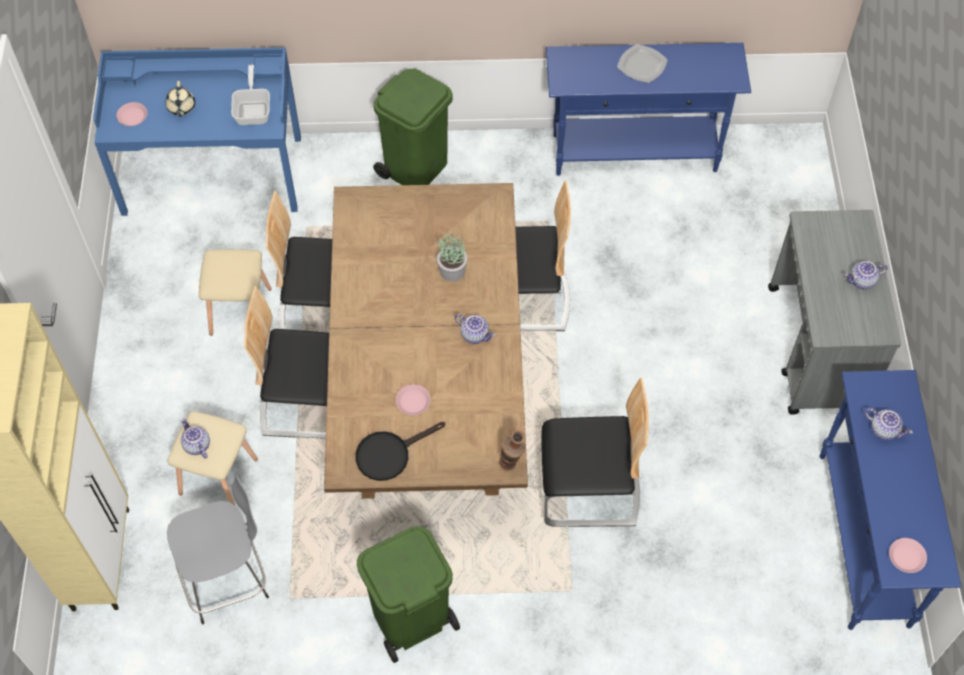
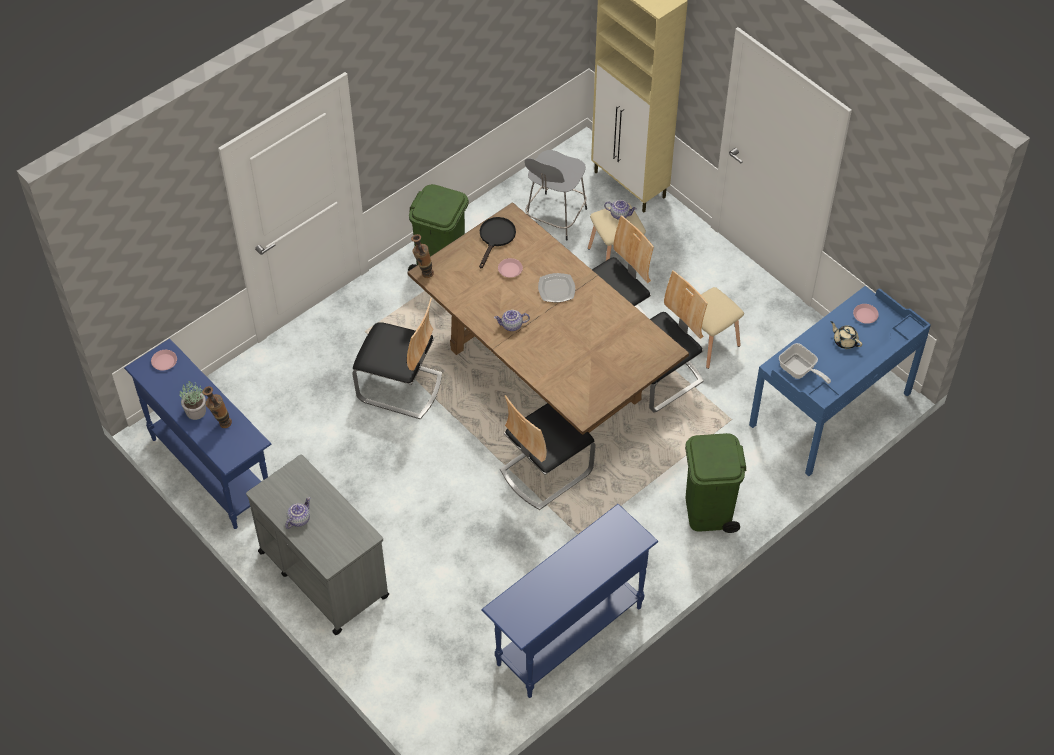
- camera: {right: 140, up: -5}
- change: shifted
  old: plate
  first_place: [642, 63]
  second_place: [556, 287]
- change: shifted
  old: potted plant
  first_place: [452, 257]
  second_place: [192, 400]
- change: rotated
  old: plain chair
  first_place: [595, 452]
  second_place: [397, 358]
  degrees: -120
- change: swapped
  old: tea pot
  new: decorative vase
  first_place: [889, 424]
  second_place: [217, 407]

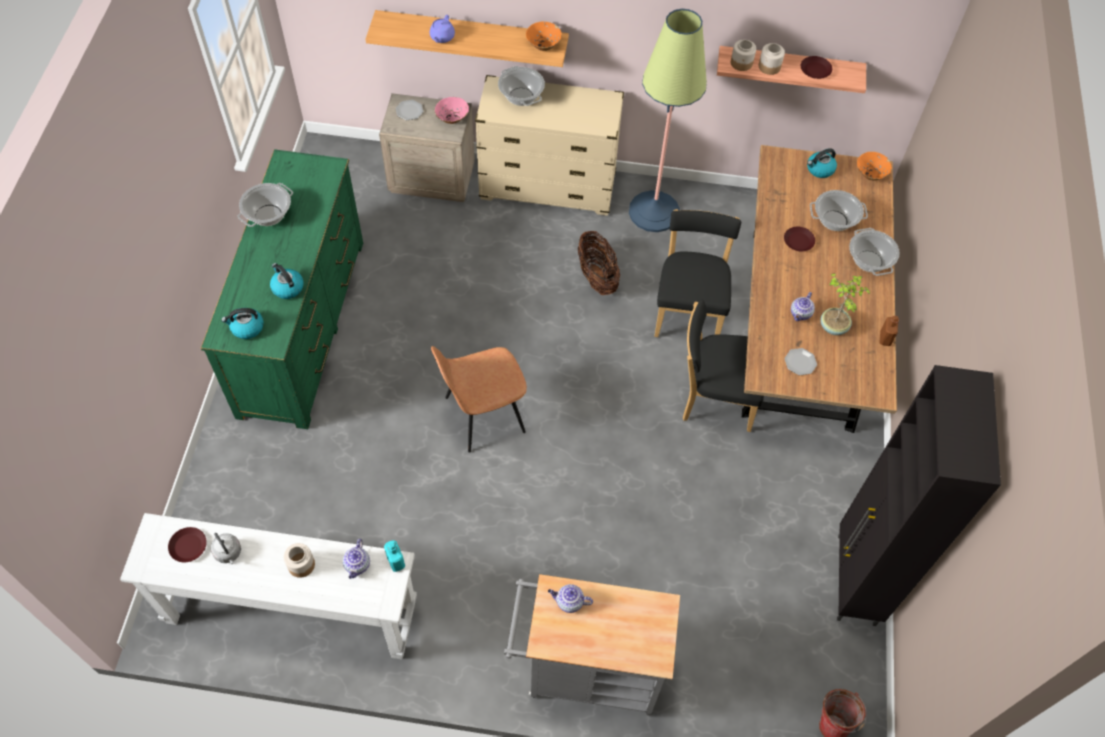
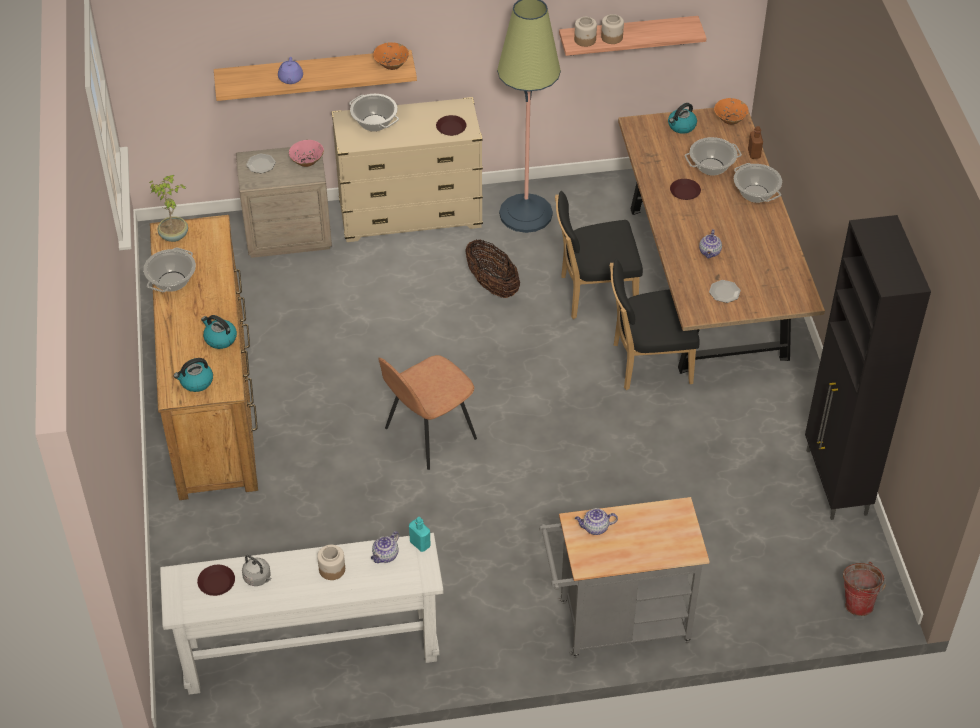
- camera: {right: -15, up: -10}
- change: shifted
  old: brownish plate
  first_place: [816, 67]
  second_place: [451, 125]
- change: repainted
  old: green-coloured chest of drawers
  new: brownish chest of drawers
  first_place: [282, 289]
  second_place: [204, 357]
- change: rotated
  old: blackish plain chair
  first_place: [697, 273]
  second_place: [599, 255]
  degrees: -90
- change: shifted
  old: potted plant
  first_place: [845, 304]
  second_place: [168, 208]
- change: shifted
  old: brownish bottle
  first_place: [889, 331]
  second_place: [755, 142]
- change: rotated
  old: tea pot
  first_place: [356, 559]
  second_place: [385, 547]
  degrees: 45

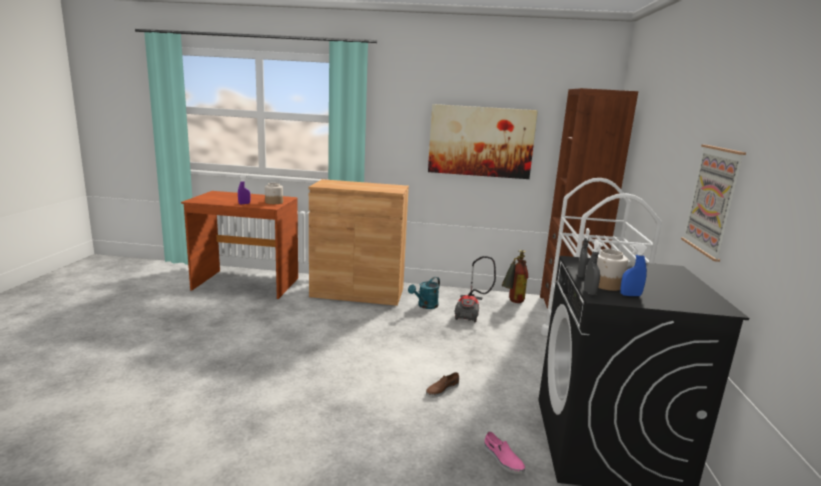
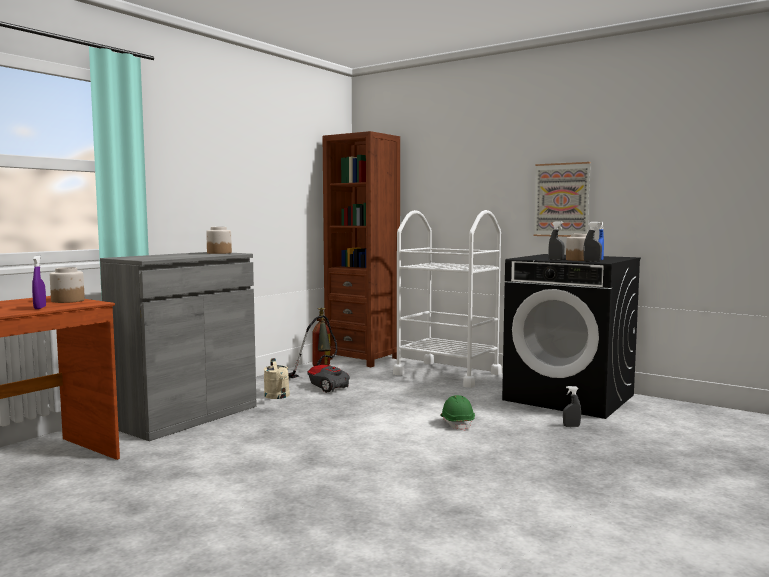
- camera: {right: -60, up: -10}
- change: gone
  old: wall art
  first_place: [483, 141]
- change: repainted
  old: brownish storage cabinet
  new: grey storage cabinet
  first_place: [359, 242]
  second_place: [178, 346]
- change: repainted
  old: turquoise-coloured sprinkling can
  new: sand-coloured sprinkling can
  first_place: [424, 293]
  second_place: [277, 378]
- change: swapped
  old: brownish item of footwear
  new: green-coloured work helmet
  first_place: [442, 385]
  second_place: [457, 413]
- change: swapped
  old: pinkish item of footwear
  new: grey spray bottle
  first_place: [504, 453]
  second_place: [572, 406]
- change: new
  new: storage jar
  second_place: [219, 240]

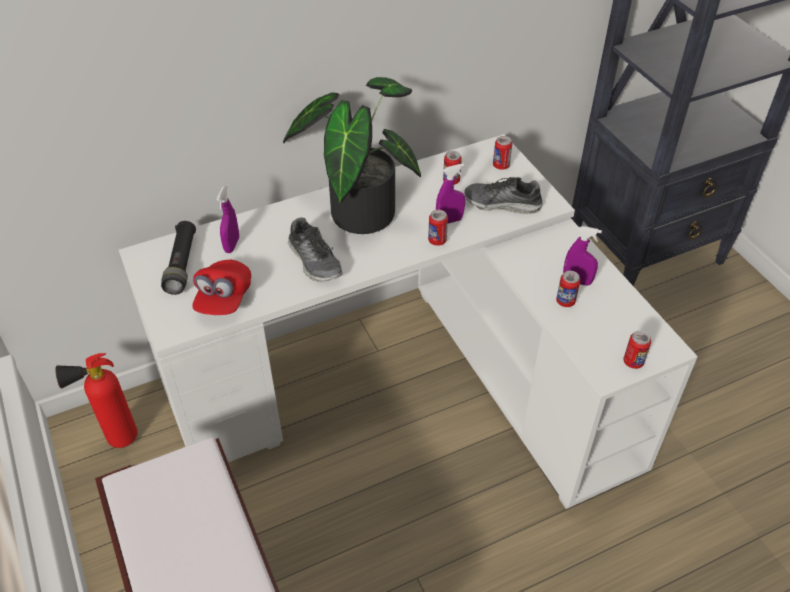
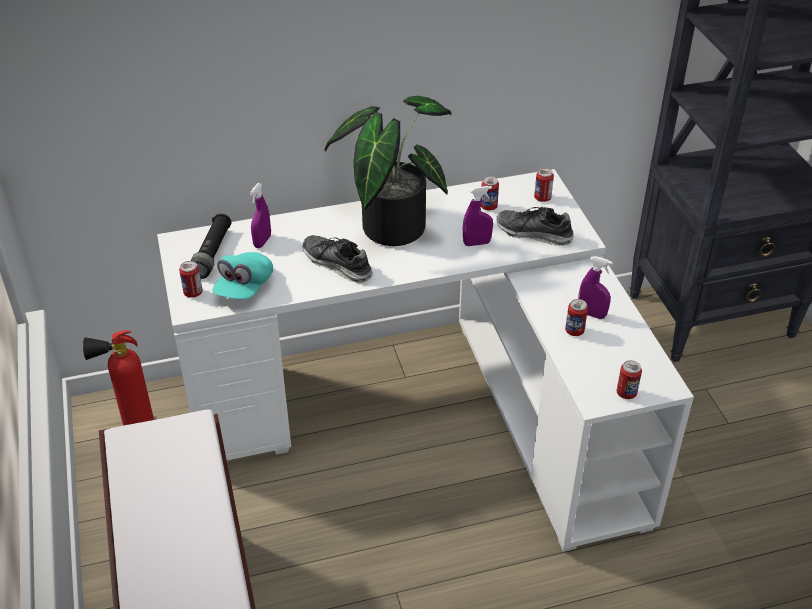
- camera: {right: 10, up: -5}
- change: shifted
  old: sealed can
  first_place: [438, 228]
  second_place: [191, 279]
- change: rotated
  old: item of footwear
  first_place: [315, 249]
  second_place: [337, 259]
  degrees: 150
- change: repainted
  old: red-coloured peaked cap
  new: turquoise-coloured peaked cap
  first_place: [221, 287]
  second_place: [242, 275]

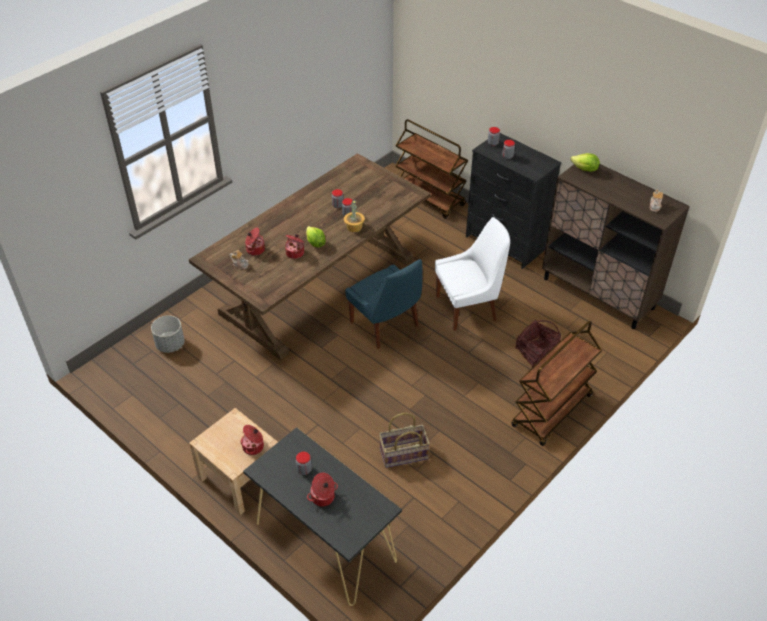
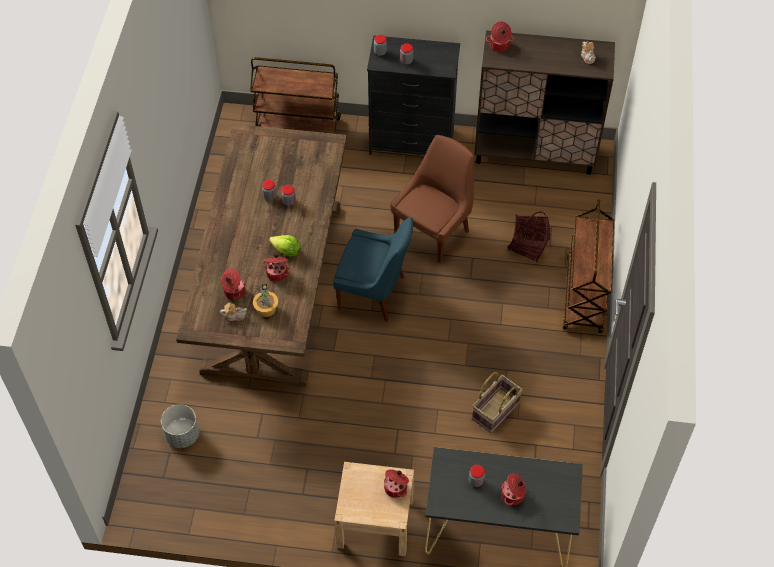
- camera: {right: -35, up: 10}
- change: swapped
  old: lettuce
  new: cooking pot
  first_place: [585, 162]
  second_place: [500, 36]
- change: shifted
  old: potted plant
  first_place: [354, 215]
  second_place: [265, 300]
- change: repainted
  old: white plain chair
  new: brownish plain chair
  first_place: [472, 274]
  second_place: [432, 199]

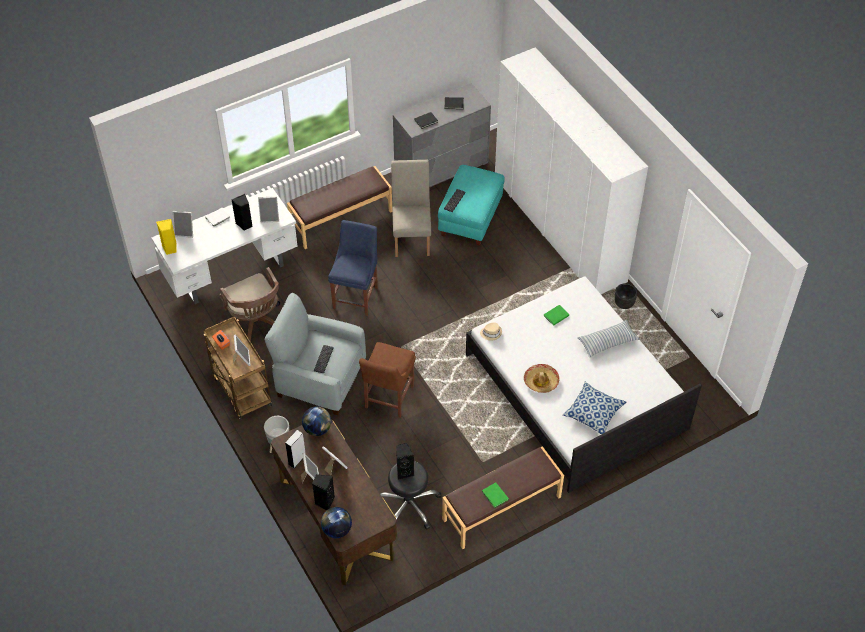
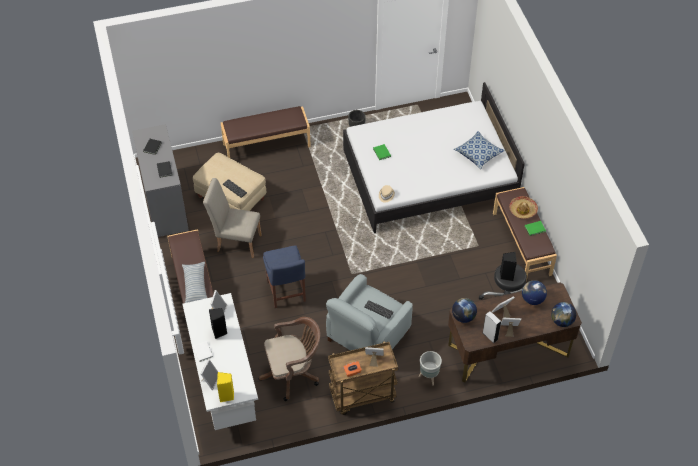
- camera: {right: -75, up: 0}
- change: swapped
  old: white wardrobe
  new: brownish bench
  first_place: [571, 170]
  second_place: [266, 132]
- change: repainted
  old: turquoise-coloured footrest
  new: sand-coloured footrest
  first_place: [471, 205]
  second_place: [229, 182]
- change: rotated
  old: blue plain chair
  first_place: [353, 268]
  second_place: [284, 276]
  degrees: -135
- change: shifted
  old: throw pillow
  first_place: [608, 339]
  second_place: [194, 282]
- change: gone
  old: brownish plain chair
  first_place: [387, 380]
- change: shifted
  old: wearable hat
  first_place: [542, 378]
  second_place: [523, 207]
- change: gone
  old: blackish loudspeaker
  first_place: [323, 492]
- change: new
  new: globe
  second_place: [534, 292]

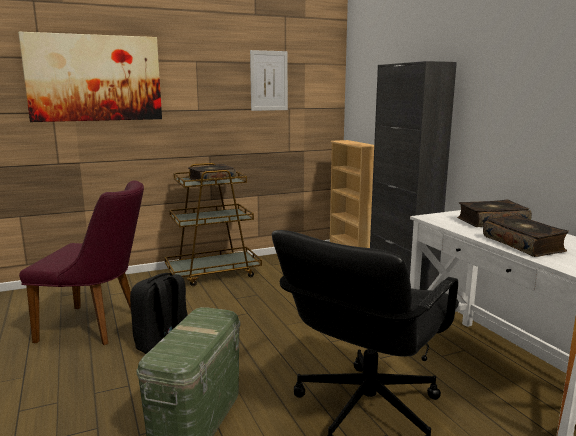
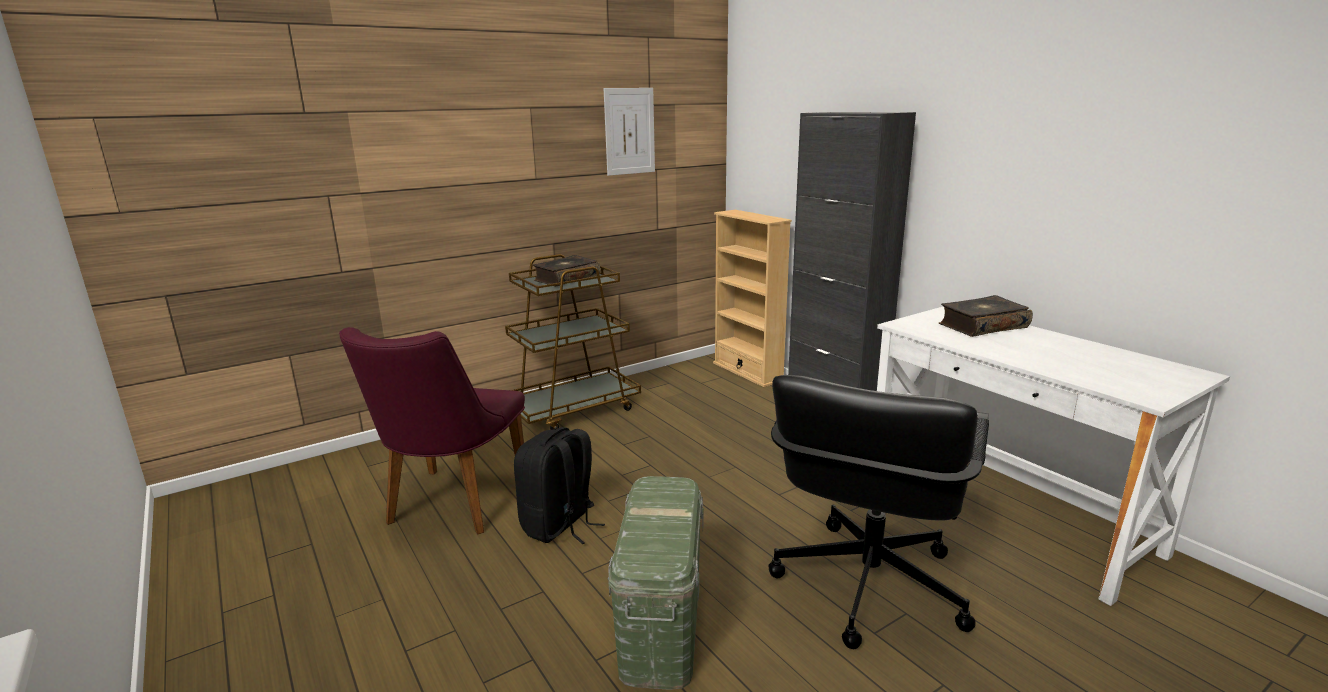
- camera: {right: -10, up: 5}
- change: gone
  old: wall art
  first_place: [90, 77]
- change: rotated
  old: purplish plain chair
  first_place: [81, 262]
  second_place: [432, 430]
  degrees: 105
- change: gone
  old: book
  first_place: [526, 236]

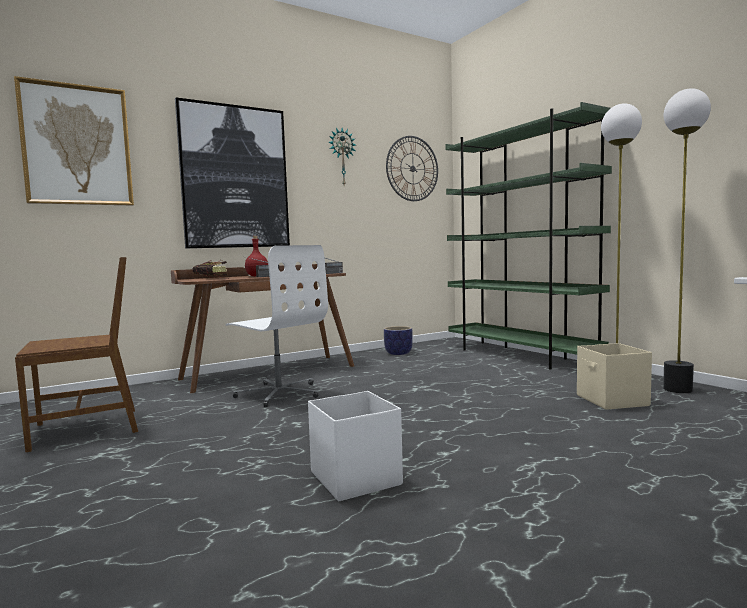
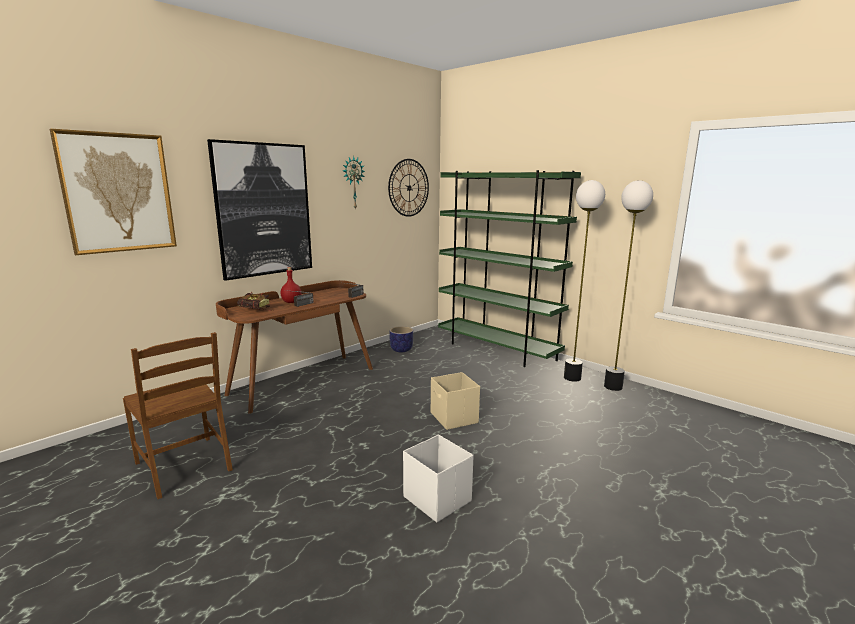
- camera: {right: -15, up: 10}
- change: gone
  old: white desk chair
  first_place: [277, 326]
- change: rotated
  old: brownish plain chair
  first_place: [76, 354]
  second_place: [178, 415]
  degrees: 90
- change: shifted
  old: sand-coloured storage bin
  first_place: [614, 376]
  second_place: [455, 401]

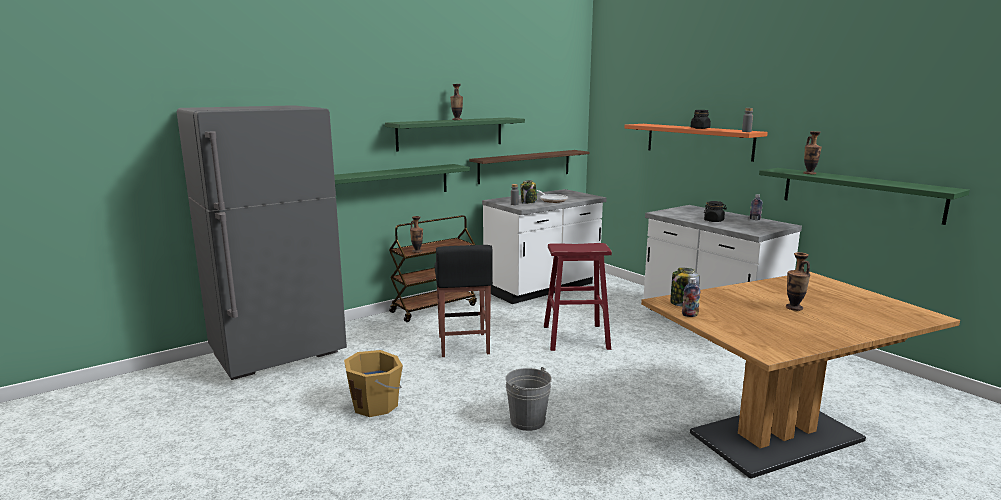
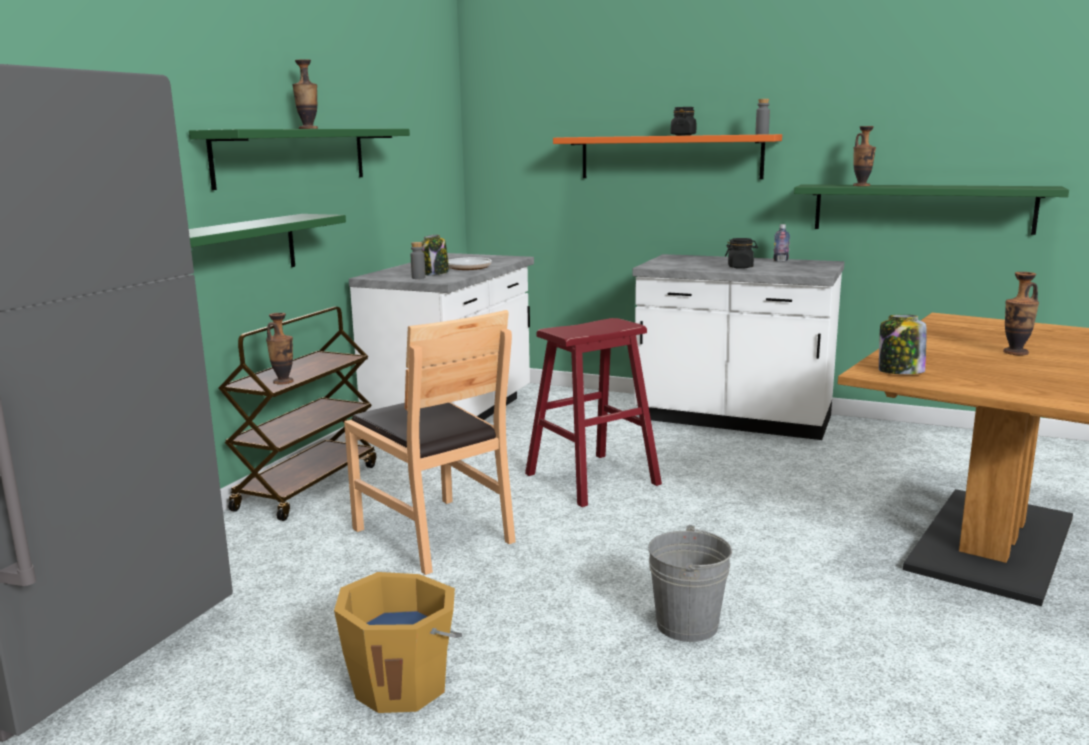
- camera: {right: -30, up: 0}
- change: gone
  old: shelf
  first_place: [529, 167]
- change: swapped
  old: blackish sitting stool
  new: brownish plain chair
  first_place: [464, 301]
  second_place: [430, 442]
- change: gone
  old: bottle
  first_place: [691, 297]

